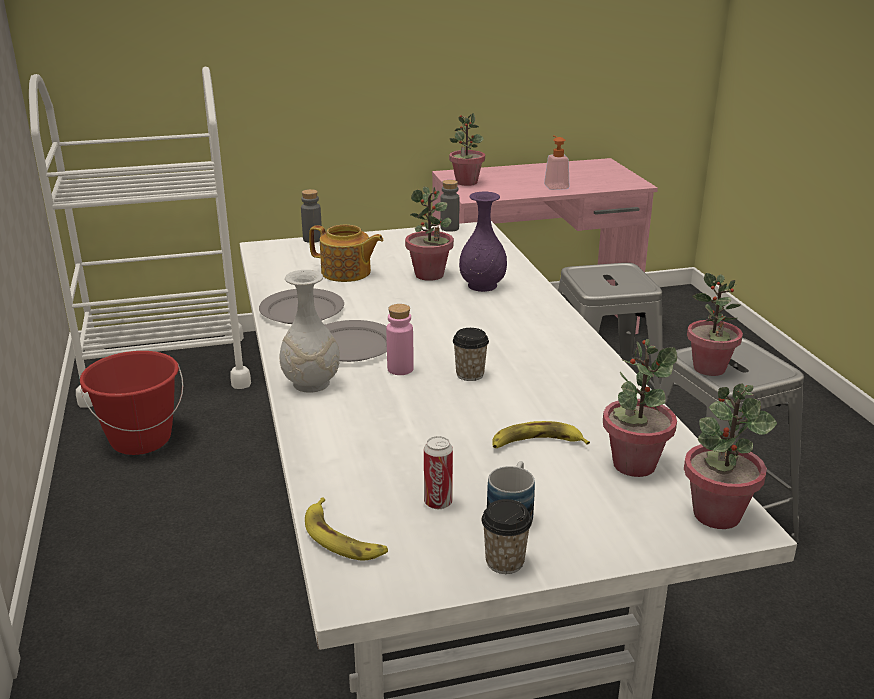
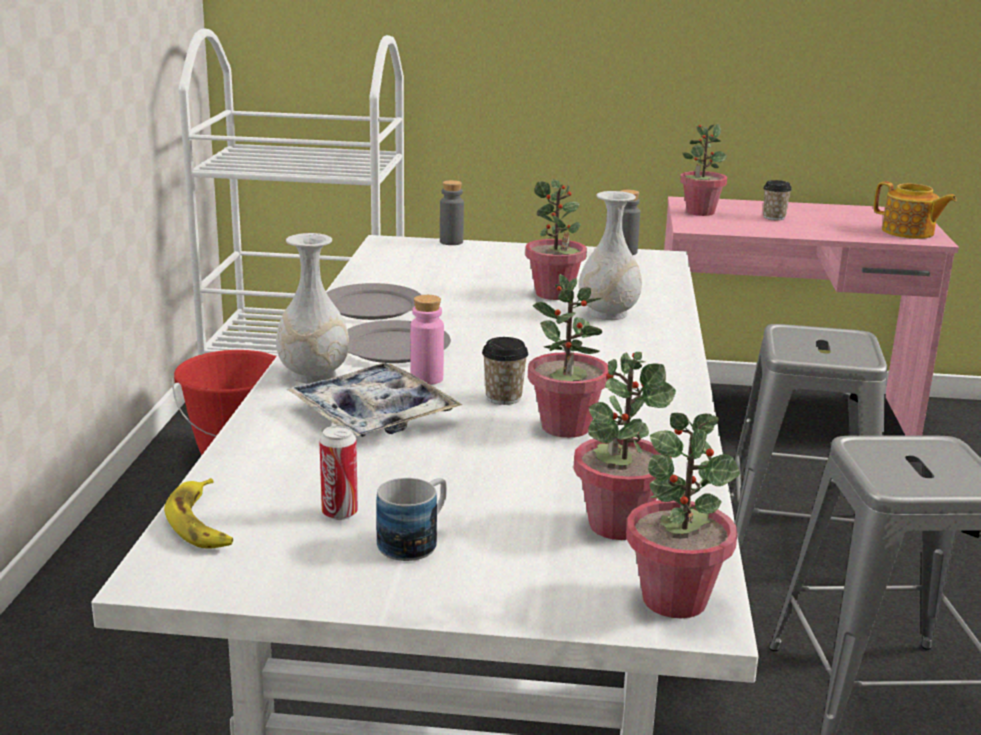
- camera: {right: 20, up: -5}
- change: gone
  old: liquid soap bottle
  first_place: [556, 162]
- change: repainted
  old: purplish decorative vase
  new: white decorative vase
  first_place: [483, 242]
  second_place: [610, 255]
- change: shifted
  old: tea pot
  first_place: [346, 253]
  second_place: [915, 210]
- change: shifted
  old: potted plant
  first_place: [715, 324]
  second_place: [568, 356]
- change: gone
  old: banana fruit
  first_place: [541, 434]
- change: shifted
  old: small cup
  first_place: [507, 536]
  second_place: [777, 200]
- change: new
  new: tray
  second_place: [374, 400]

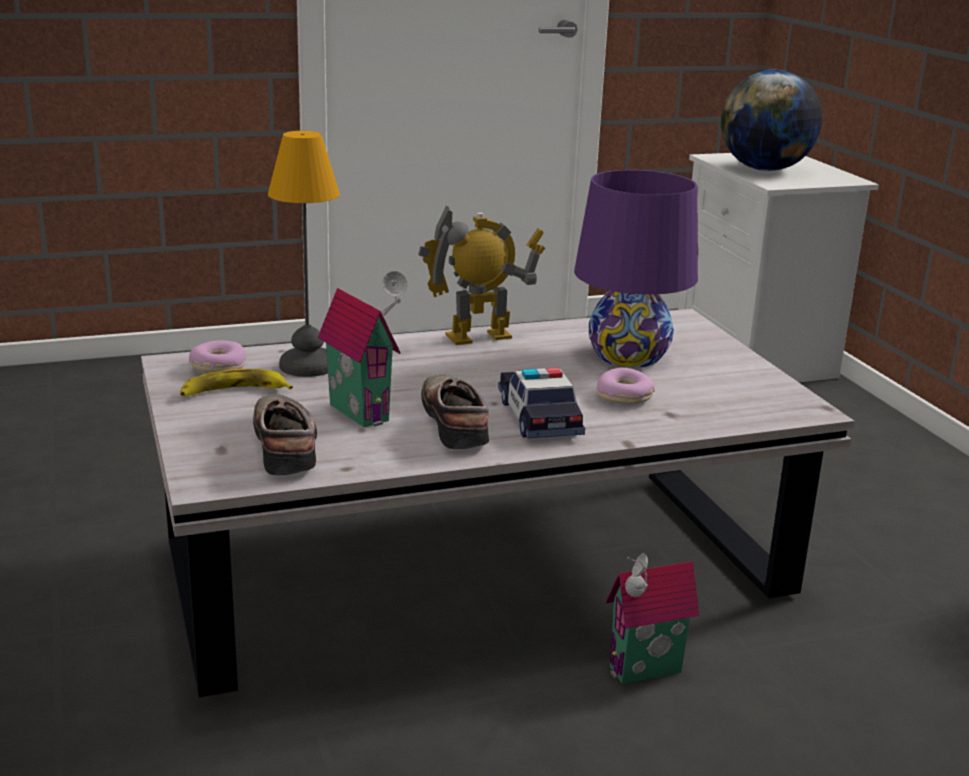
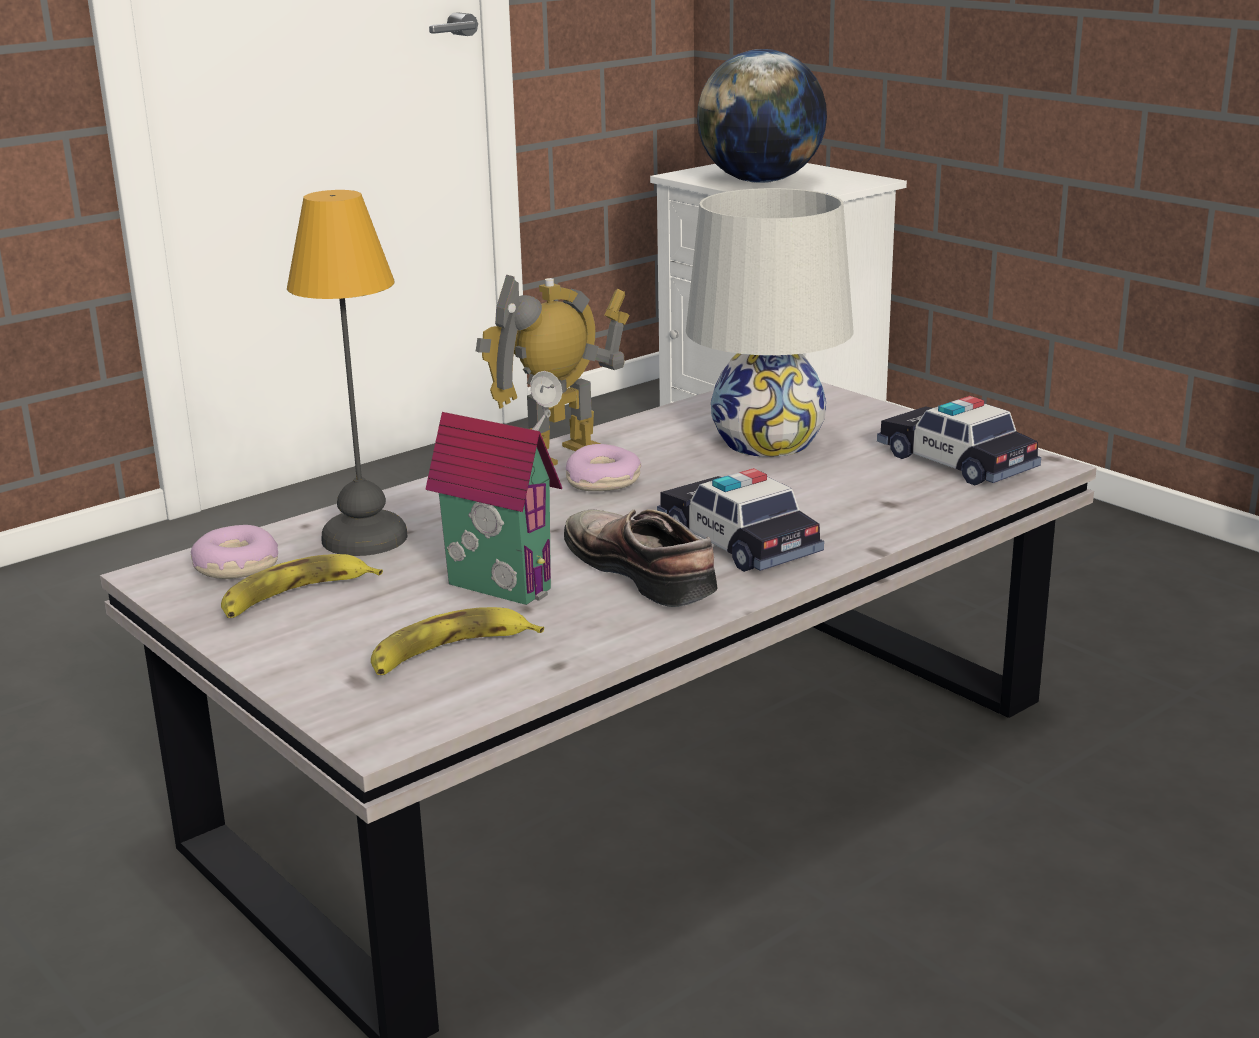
- camera: {right: -20, up: 0}
- change: repainted
  old: purplish tabletop lamp
  new: white tabletop lamp
  first_place: [636, 269]
  second_place: [770, 322]
- change: shifted
  old: doughnut
  first_place: [625, 386]
  second_place: [603, 467]
- change: swapped
  old: item of footwear
  new: banana fruit
  first_place: [285, 435]
  second_place: [457, 641]
- change: gone
  old: miniature house
  first_place: [652, 618]
- change: new
  new: model car
  second_place: [959, 440]

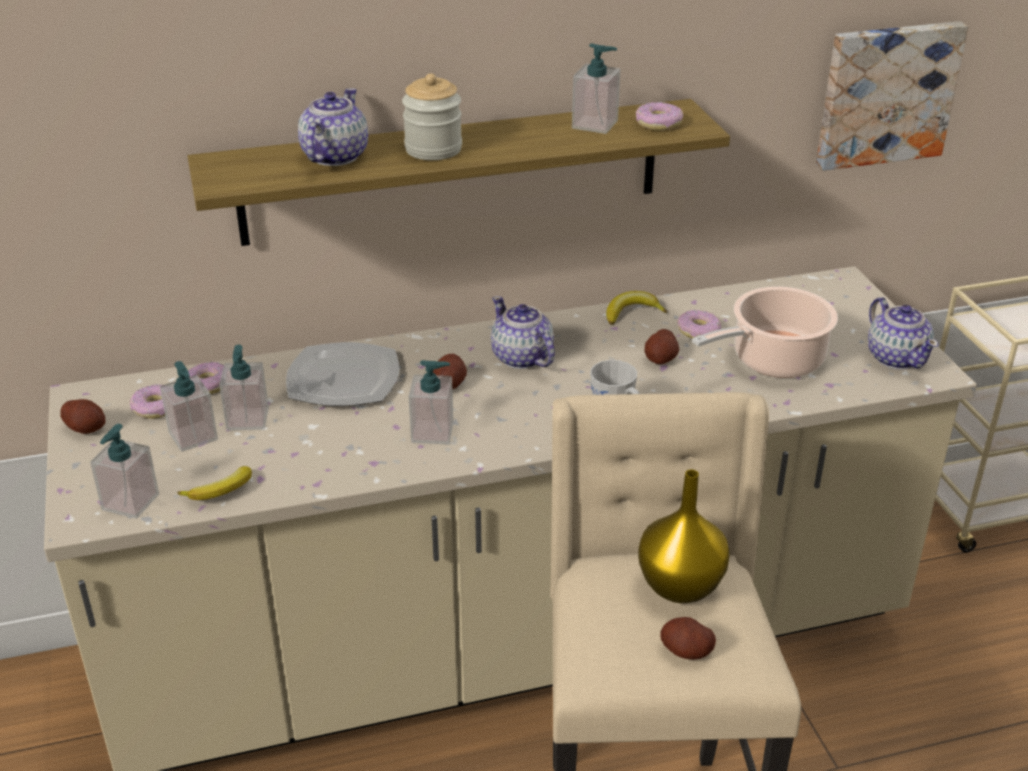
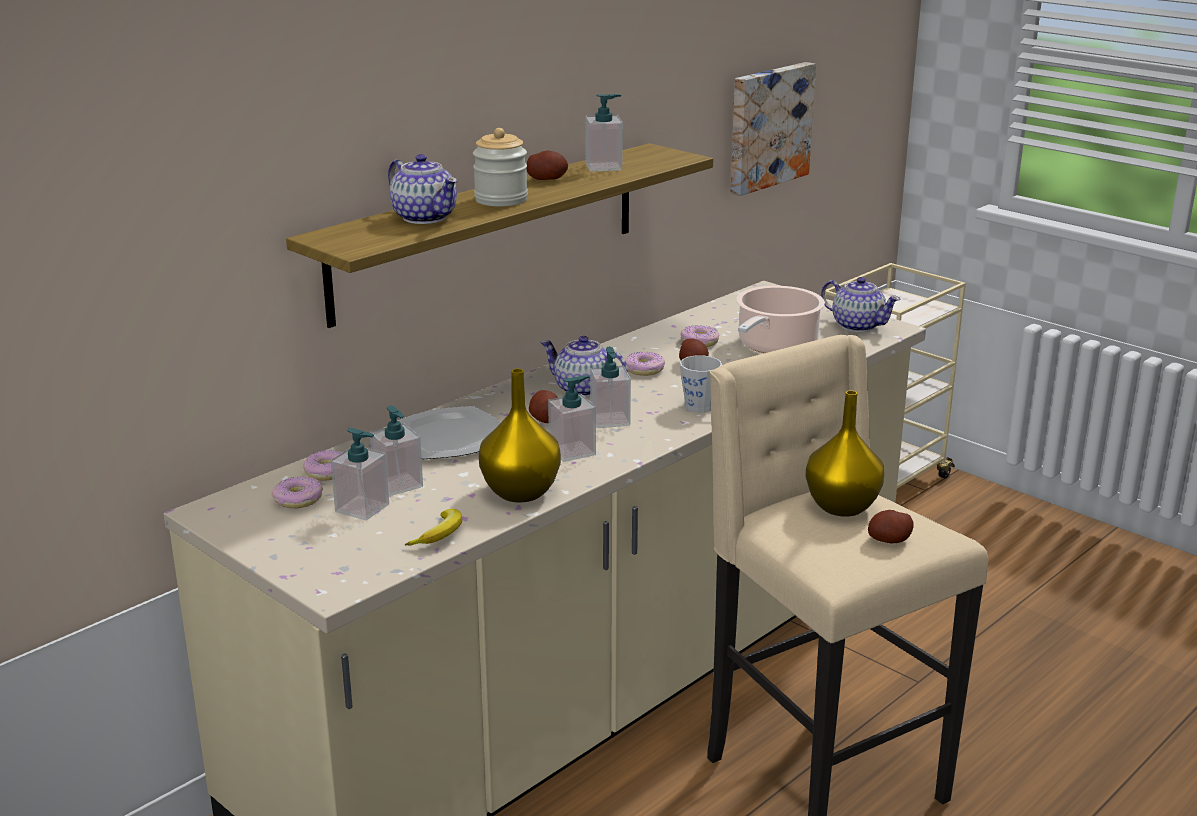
- camera: {right: -30, up: -10}
- change: rotated
  old: tea pot
  first_place: [333, 127]
  second_place: [423, 189]
  degrees: 150
- change: shifted
  old: doughnut
  first_place: [659, 116]
  second_place: [644, 364]
- change: gone
  old: banana fruit
  first_place: [636, 308]
- change: shifted
  old: potato
  first_place: [83, 416]
  second_place: [547, 165]
- change: shifted
  old: liquid soap bottle
  first_place: [124, 471]
  second_place: [610, 387]
- change: new
  new: yellow-coloured decorative vase
  second_place: [520, 435]

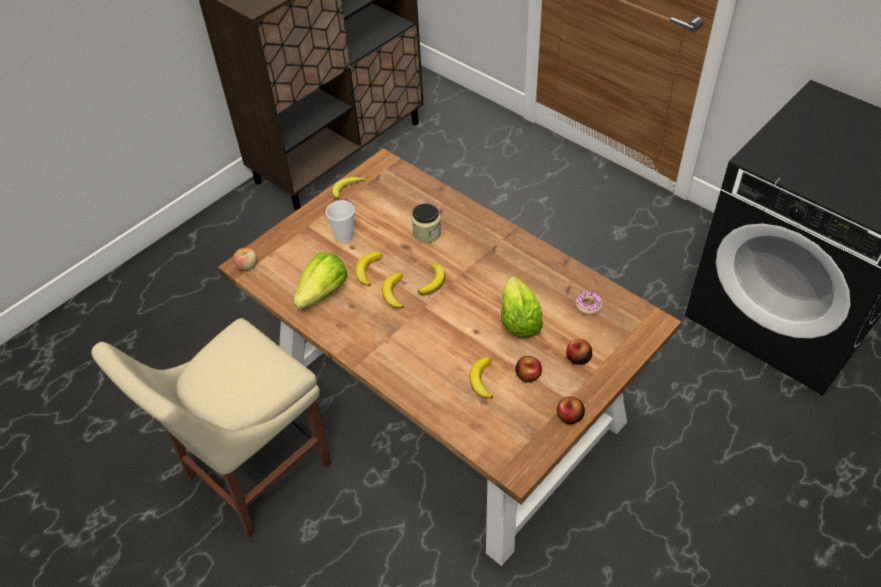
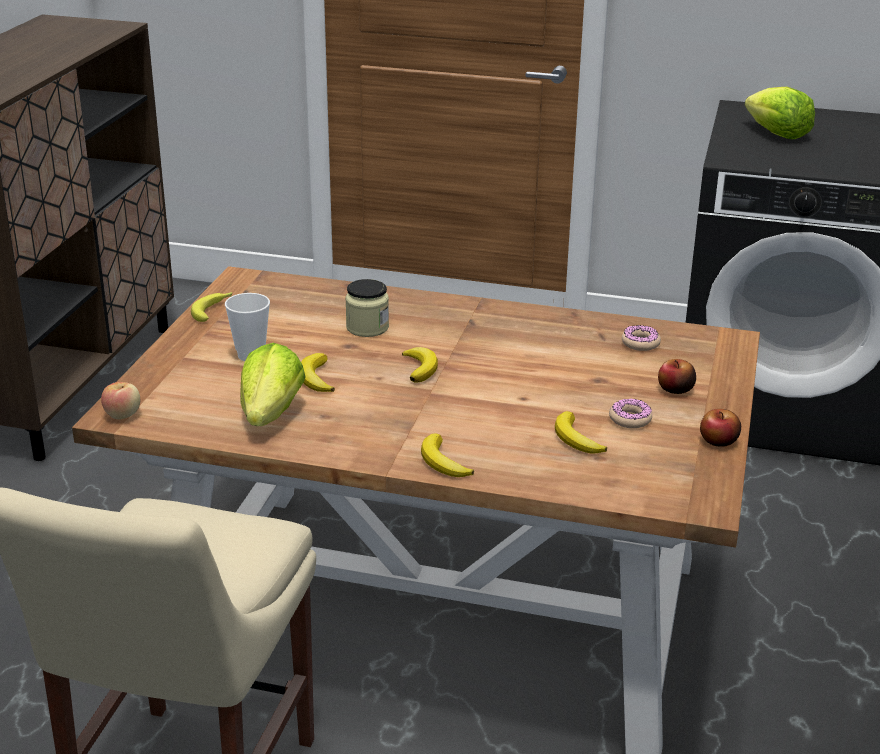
- camera: {right: -30, up: -20}
- change: shifted
  old: banana fruit
  first_place: [393, 290]
  second_place: [447, 455]
- change: shifted
  old: lettuce
  first_place: [522, 307]
  second_place: [780, 113]
- change: swapped
  old: apple fruit
  new: doughnut
  first_place: [529, 369]
  second_place: [630, 413]

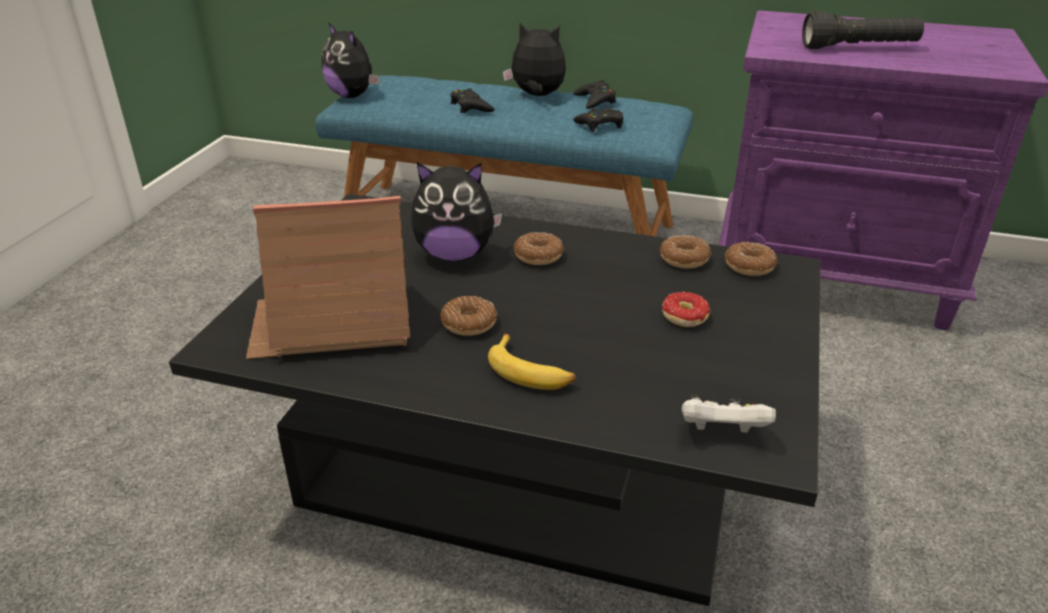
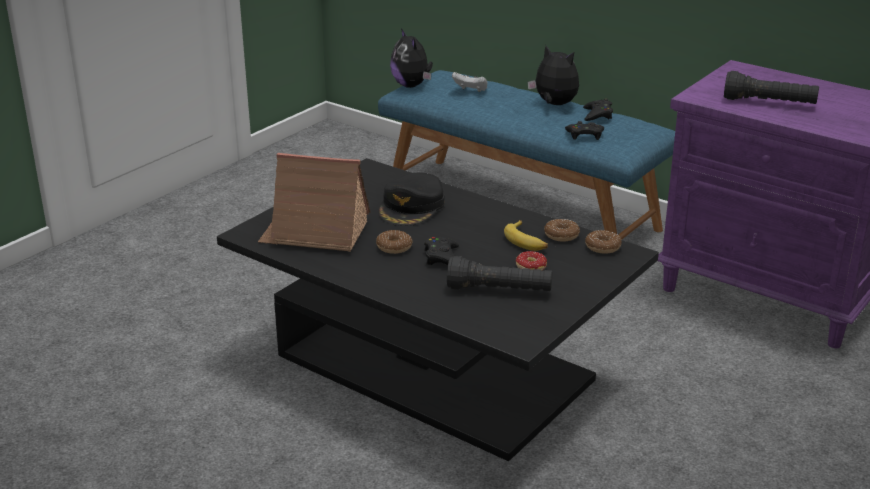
- camera: {right: 20, up: -5}
- change: shifted
  old: blackish game controller
  first_place: [472, 100]
  second_place: [441, 251]
- change: swapped
  old: cuddly toy
  new: blackish peaked cap
  first_place: [456, 211]
  second_place: [411, 199]
- change: gone
  old: doughnut
  first_place: [538, 248]
- change: shifted
  old: banana fruit
  first_place: [532, 362]
  second_place: [526, 235]
- change: shifted
  old: white game controller
  first_place: [729, 414]
  second_place: [470, 82]
- change: new
  new: blackish flashlight
  second_place: [499, 273]

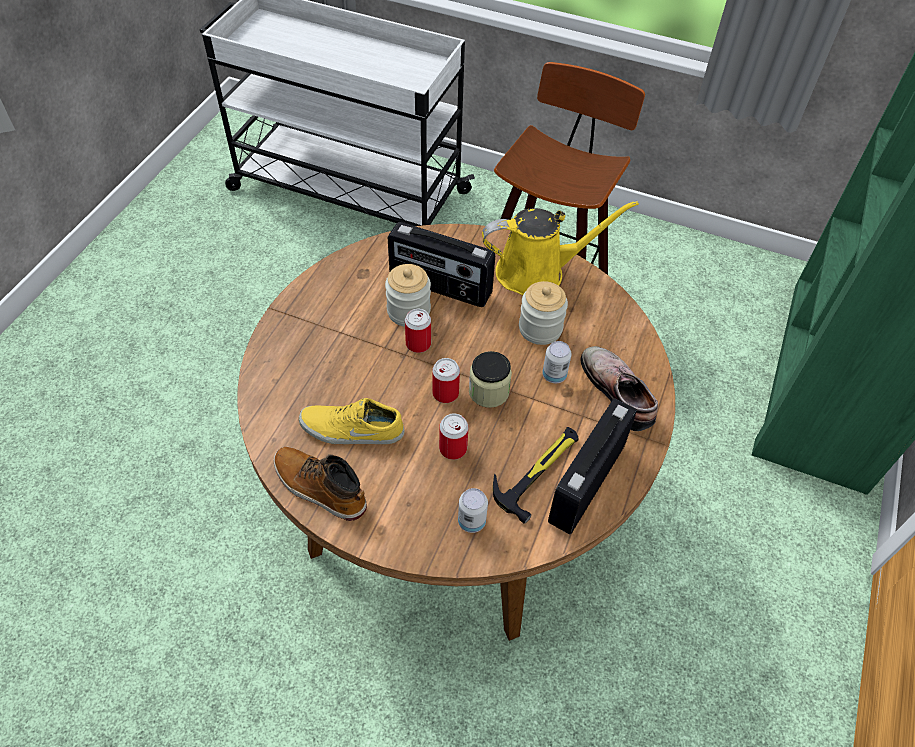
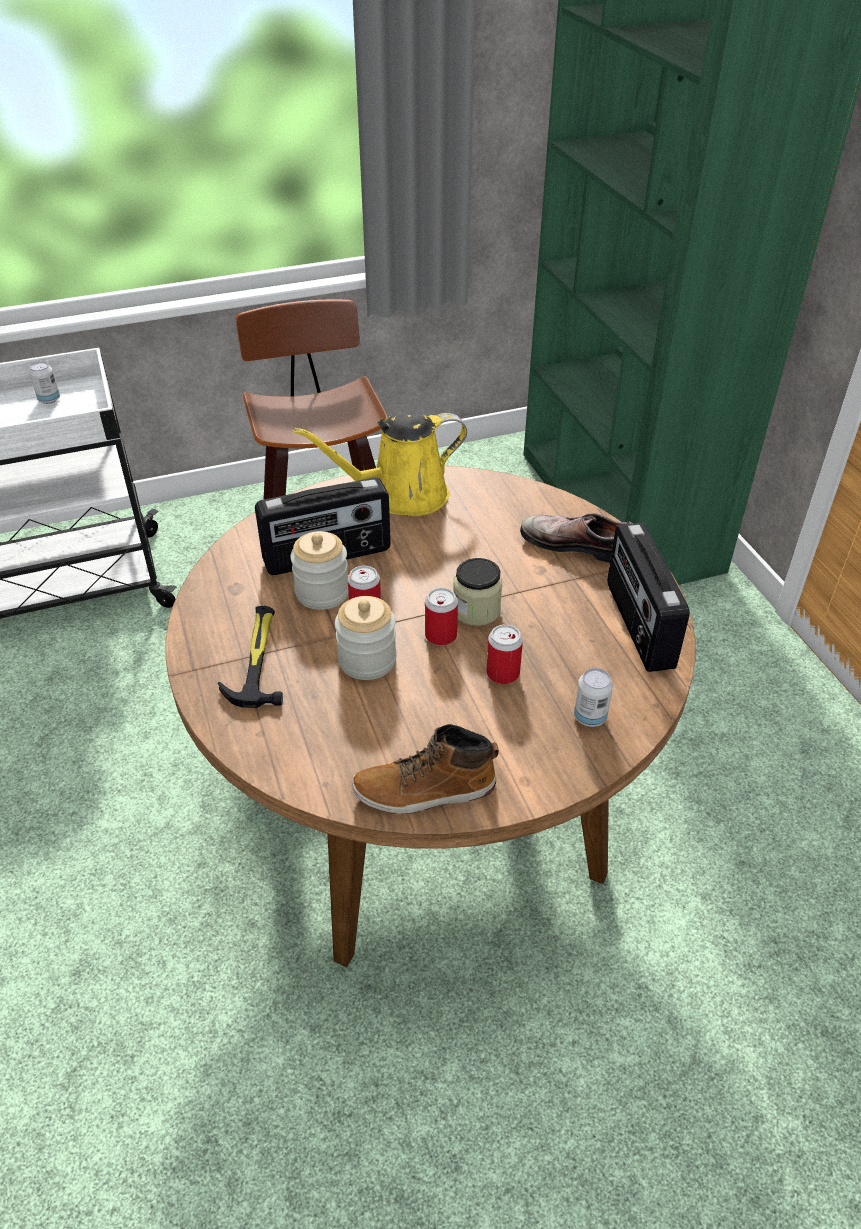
- camera: {right: -40, up: -10}
- change: rotated
  old: yellow-coloured sprinkling can
  first_place: [560, 248]
  second_place: [380, 463]
  degrees: -150
- change: shifted
  old: storage jar
  first_place: [543, 313]
  second_place: [366, 638]
- change: shifted
  old: sealed can
  first_place: [557, 362]
  second_place: [44, 382]
- change: gone
  old: yellow-coloured item of footwear
  first_place: [352, 421]
- change: shifted
  old: hammer
  first_place: [536, 475]
  second_place: [250, 657]

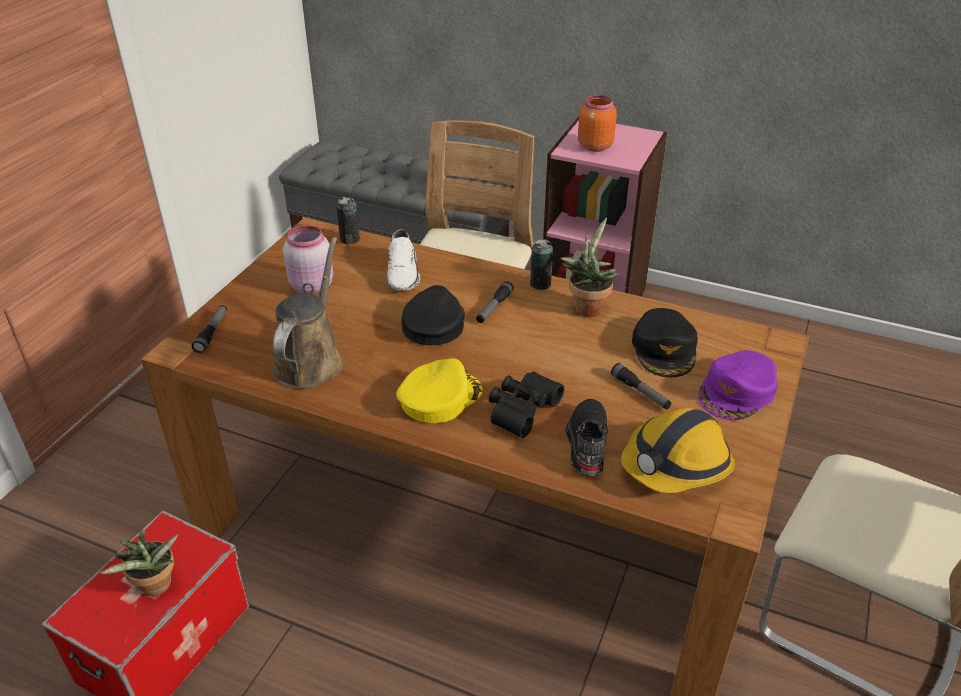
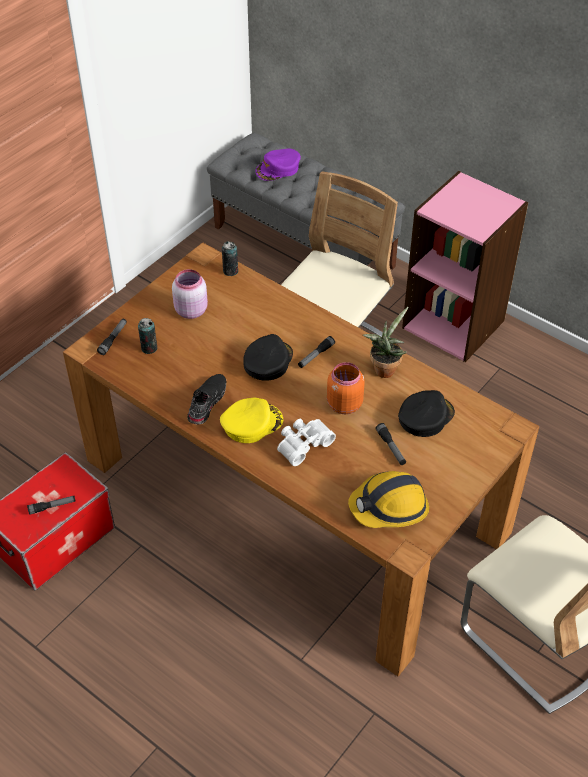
- camera: {right: 15, up: 10}
- change: shifted
  old: orangey storage jar
  first_place: [597, 123]
  second_place: [346, 388]
- change: gone
  old: white item of footwear
  first_place: [404, 260]
- change: gone
  old: brownish sprinkling can
  first_place: [307, 312]
- change: shifted
  old: sealed can
  first_place: [541, 264]
  second_place: [147, 336]
- change: rotated
  old: blackish peaked cap
  first_place: [665, 343]
  second_place: [426, 413]
  degrees: -150
- change: shifted
  old: purplish peaked cap
  first_place: [737, 385]
  second_place: [278, 165]
- change: repainted
  old: blackish field glasses
  new: white field glasses
  first_place: [526, 405]
  second_place: [306, 442]
- change: shifted
  old: blackish item of footwear
  first_place: [587, 437]
  second_place: [207, 399]
- change: swapped
  old: potted plant
  new: flashlight
  first_place: [139, 563]
  second_place: [51, 505]

